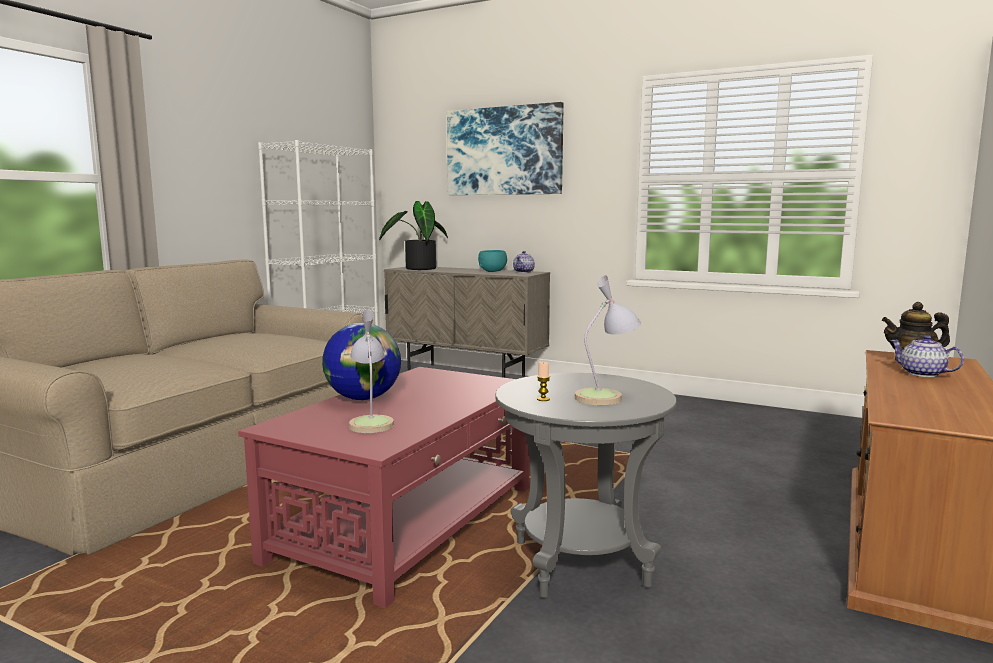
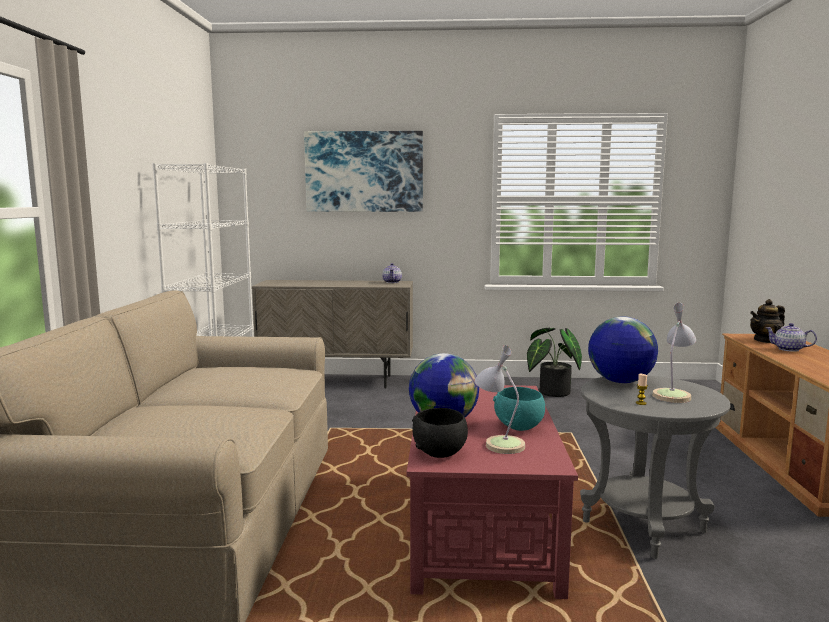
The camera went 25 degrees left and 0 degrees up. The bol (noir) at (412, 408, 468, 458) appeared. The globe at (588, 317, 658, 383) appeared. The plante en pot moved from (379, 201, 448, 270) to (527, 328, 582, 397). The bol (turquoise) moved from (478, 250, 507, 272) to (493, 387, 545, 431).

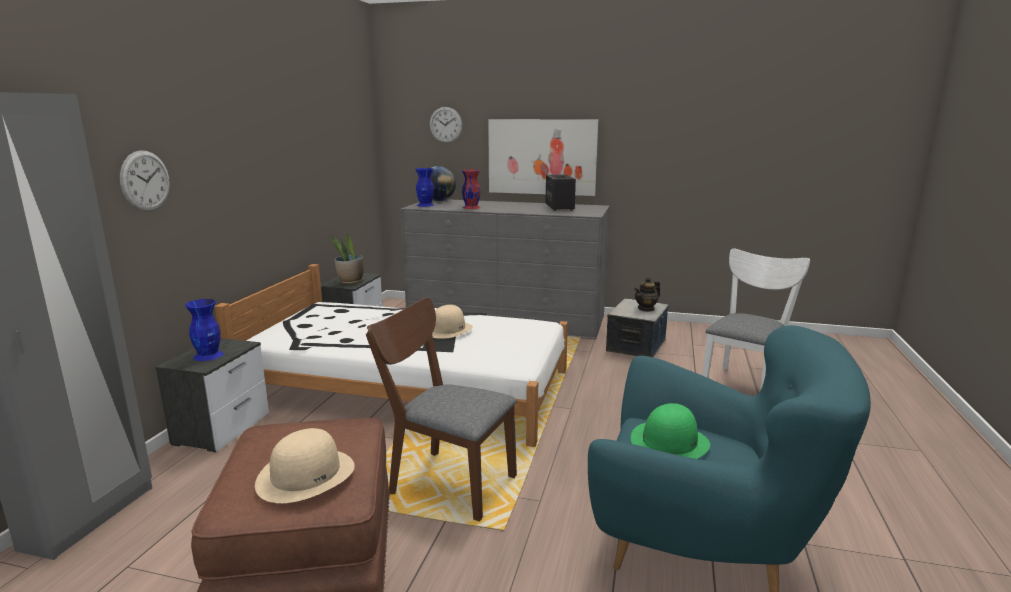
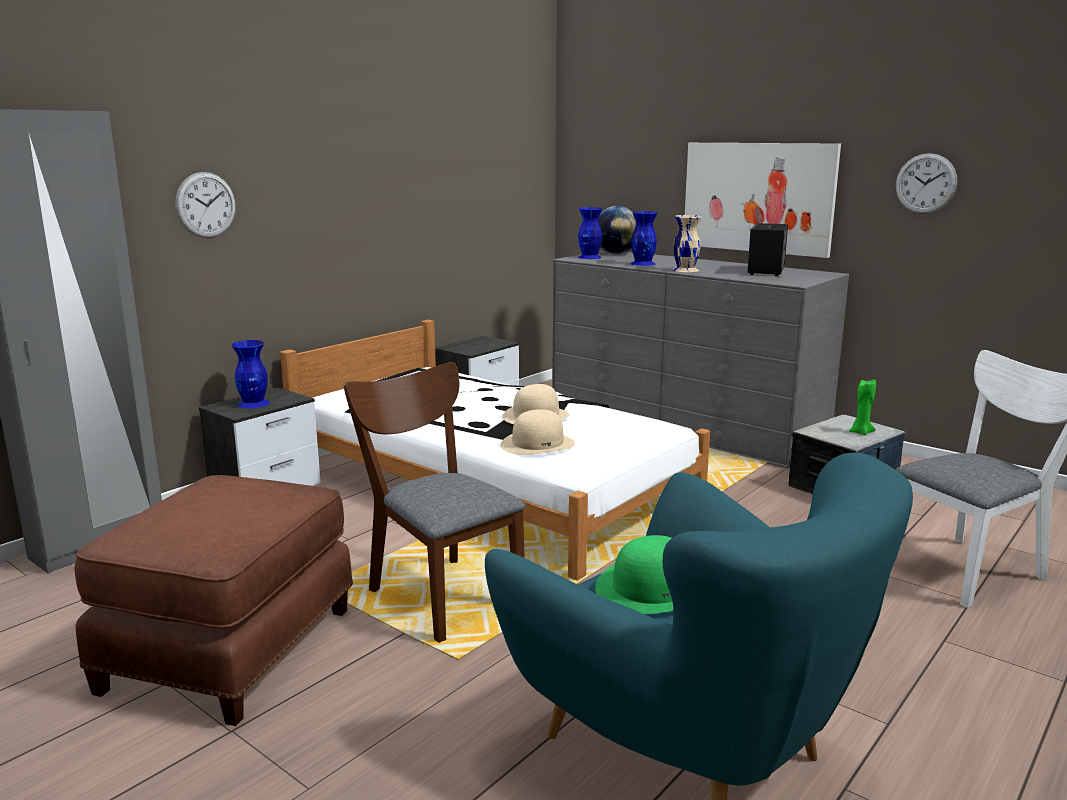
The camera went 25 degrees right and 0 degrees up. The plante en pot at (332, 233, 364, 284) disappeared. The vase (beige) at (673, 215, 702, 272) appeared. The chapeau (beige) moved from (255, 428, 355, 503) to (501, 409, 575, 455). The horloge murale moved from (429, 107, 462, 143) to (896, 153, 957, 214). The théière at (634, 277, 660, 312) was replaced by the bougie (vert) at (849, 379, 876, 435). The vase (rouge) at (462, 169, 481, 209) became the vase (bleu) at (631, 211, 658, 266).

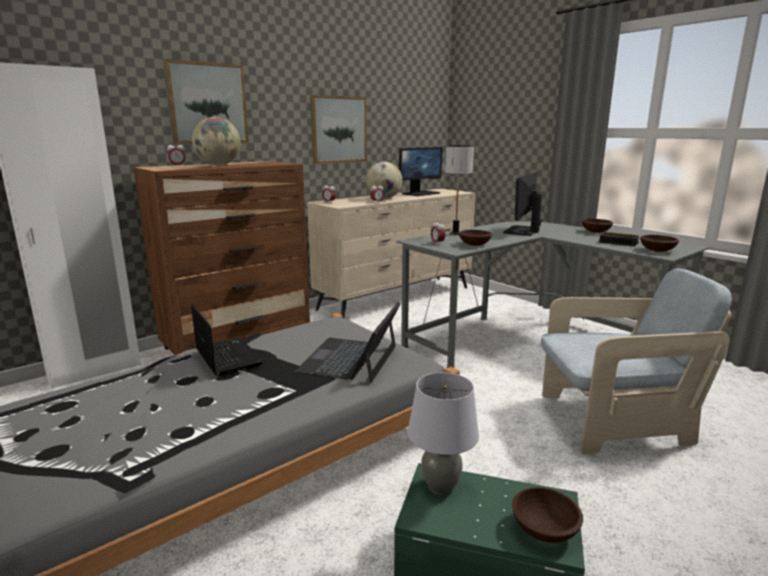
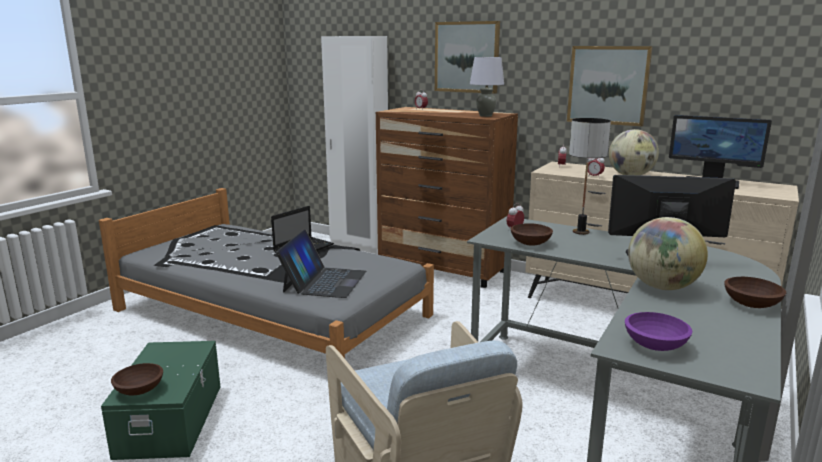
The camera went 70 degrees right and 0 degrees up. The réveil at (599, 232, 639, 246) disappeared. The globe moved from (192, 117, 241, 165) to (628, 217, 708, 290). The lampe de table (gris) moved from (408, 372, 479, 496) to (470, 57, 504, 117). The bol (marron) at (640, 235, 679, 252) became the bol (violet) at (625, 312, 692, 351). The ordinateur portable at (295, 302, 401, 383) turned 105 degrees clockwise.

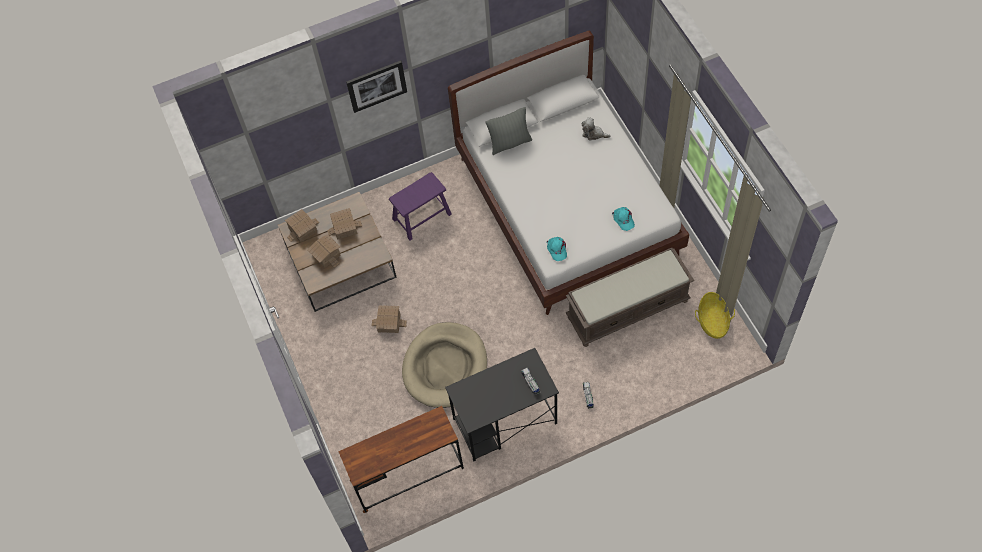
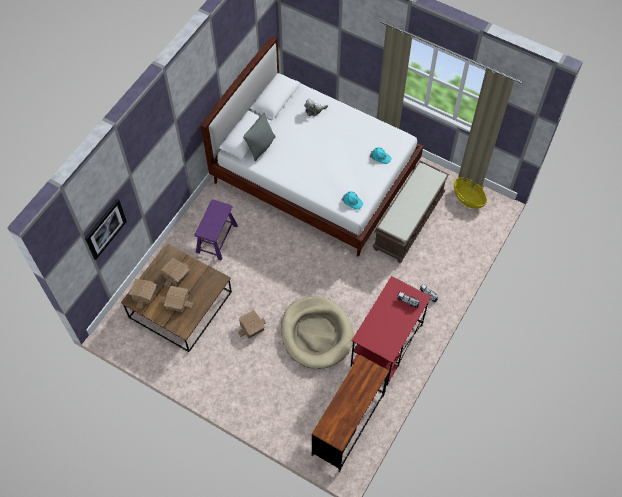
The camera went 40 degrees left and 0 degrees up. The tableau moved from (346, 60, 407, 113) to (85, 199, 127, 260). The bureau (noir) at (445, 348, 559, 462) became the bureau (rouge) at (351, 276, 431, 386).

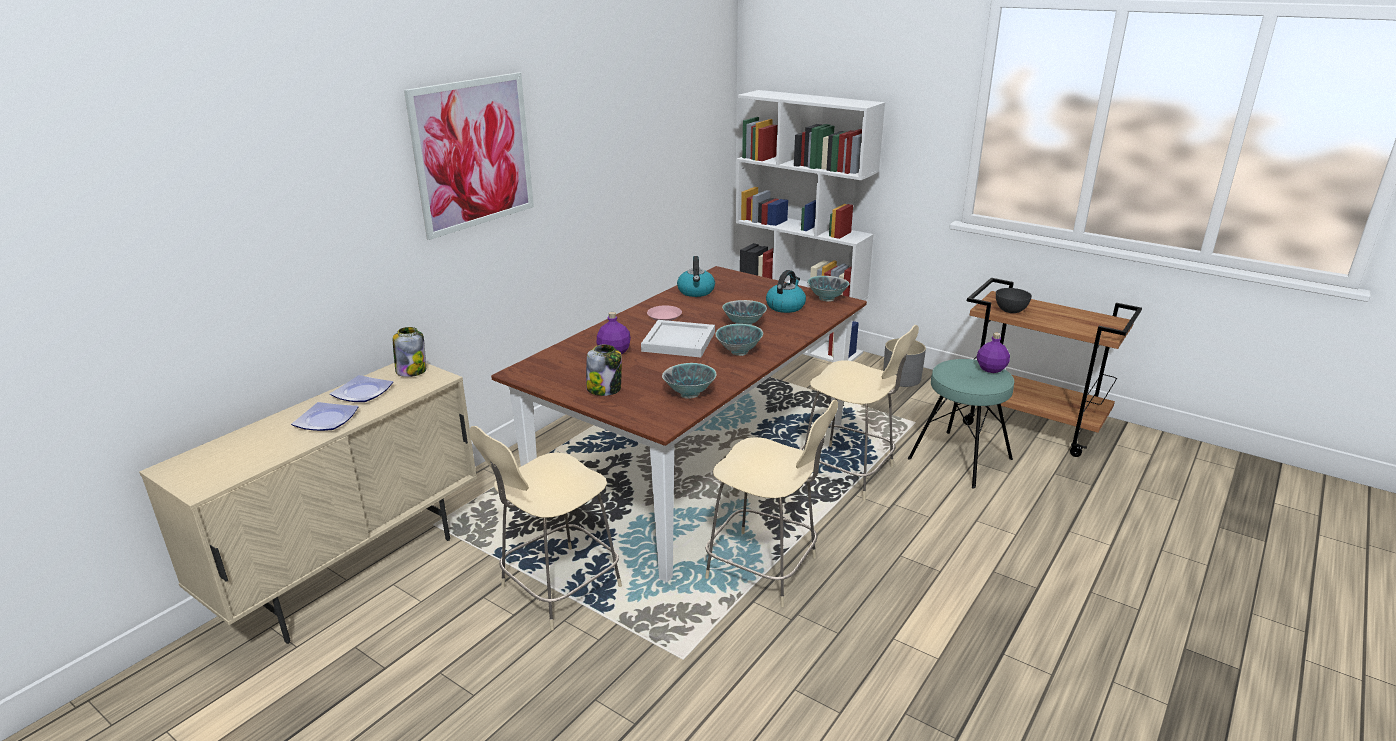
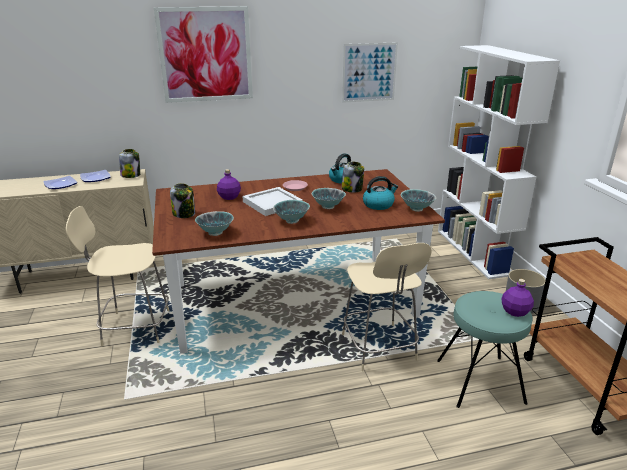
The camera went 40 degrees right and 0 degrees up. The chaise (beige) at (705, 400, 838, 607) disappeared. The bol (gris) at (996, 288, 1032, 313) disappeared. The bocal at (341, 162, 364, 193) appeared. The tableau at (342, 42, 398, 103) appeared.

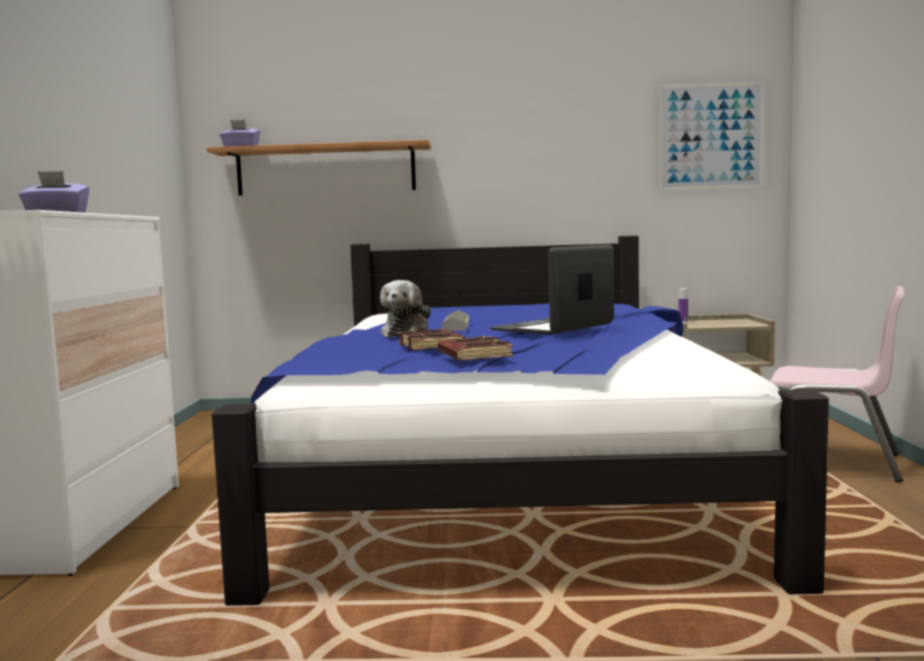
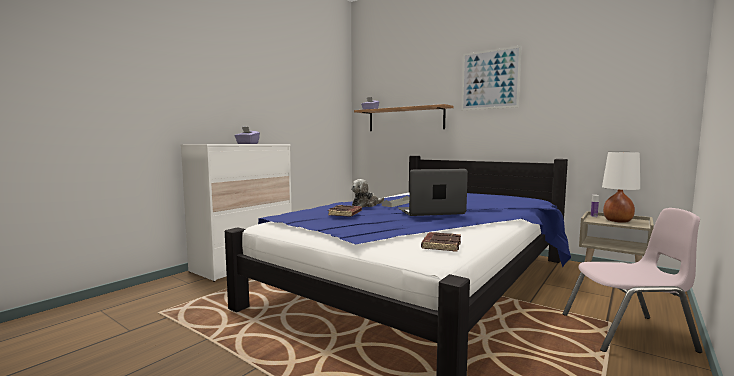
The camera went 35 degrees right and 0 degrees up. The lampe de table (blanc) at (602, 152, 640, 223) appeared. The livre (marron) moved from (438, 336, 514, 361) to (421, 232, 461, 252). The tableau moved from (659, 81, 765, 191) to (461, 45, 522, 110). The chaise (rose) at (770, 286, 904, 482) turned 60 degrees counterclockwise.

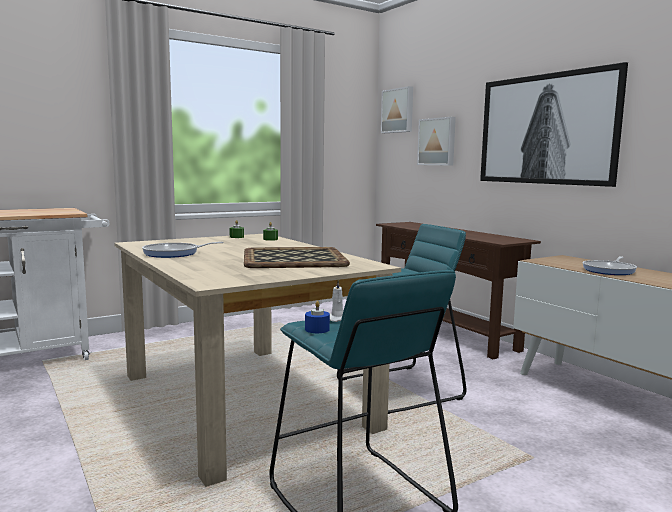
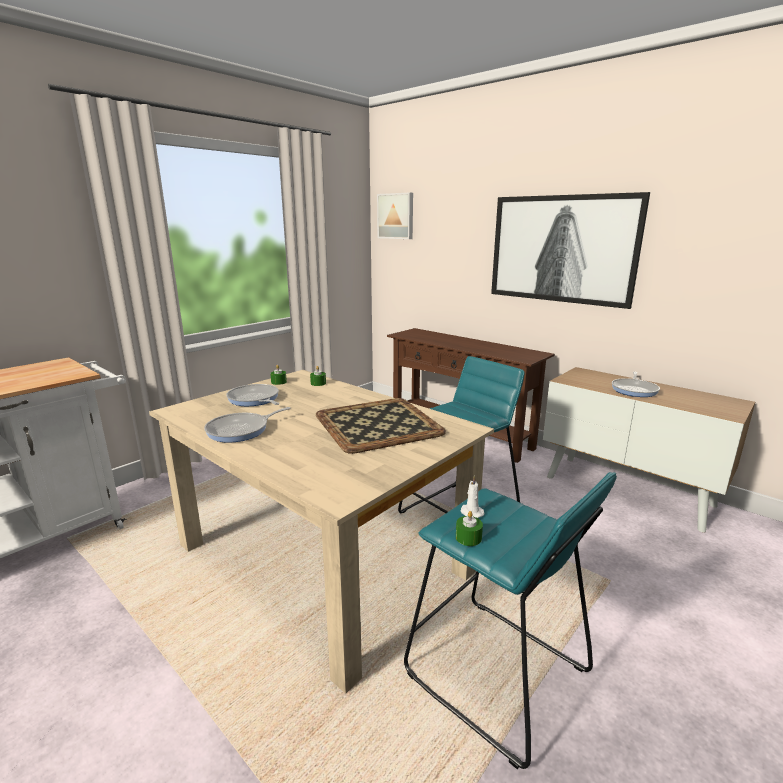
The camera went 15 degrees left and 10 degrees up. The tableau at (417, 117, 456, 166) disappeared. The poêle at (226, 384, 279, 406) appeared. The bougie (bleu) at (305, 301, 330, 333) became the bougie (vert) at (456, 511, 483, 546).

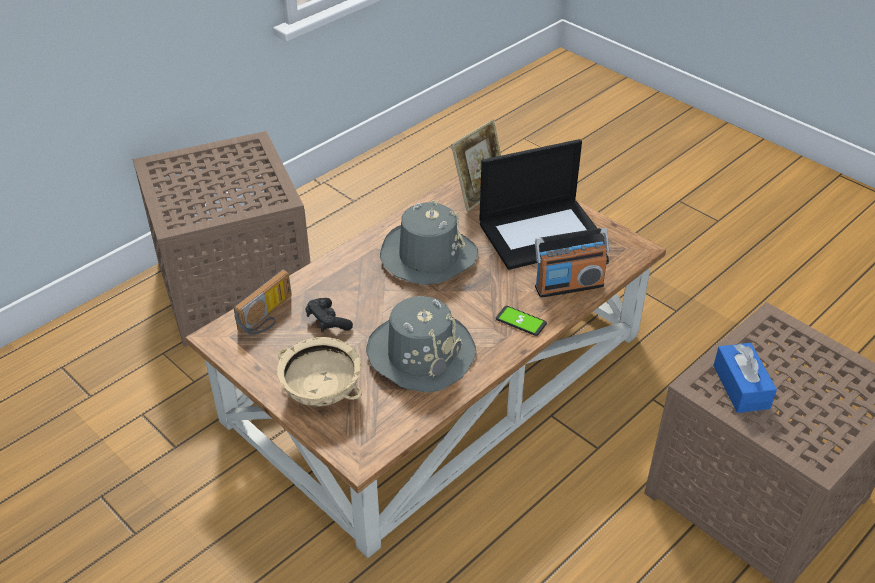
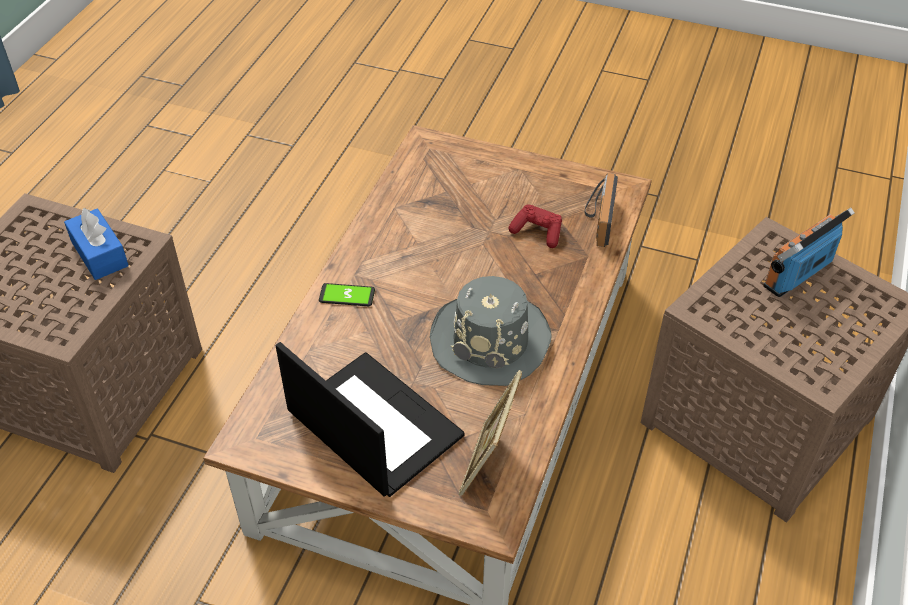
The camera went 155 degrees right and 5 degrees up. The bol (beige) at (277, 337, 362, 407) disappeared. The chapeau (gris) at (366, 296, 476, 393) disappeared. The radio moved from (535, 228, 609, 298) to (763, 208, 855, 297). The manette (noir) at (306, 298, 353, 332) became the manette (rouge) at (509, 205, 562, 248). The ordinateur portable at (479, 139, 605, 270) turned 90 degrees clockwise.

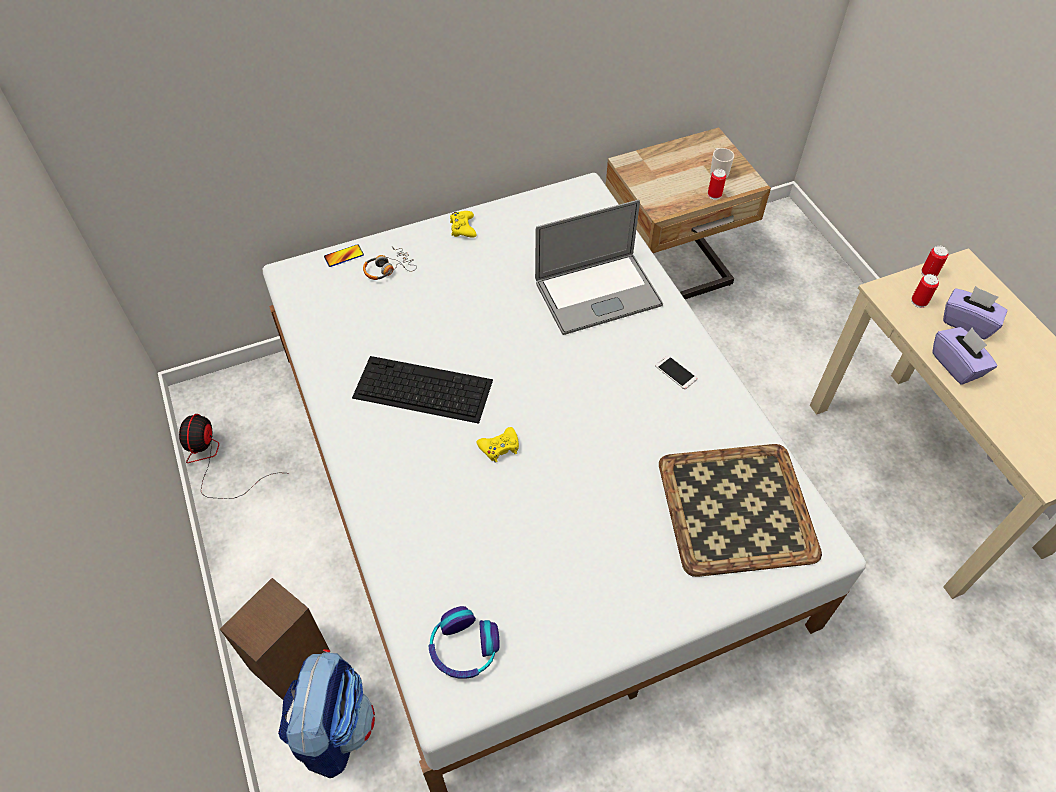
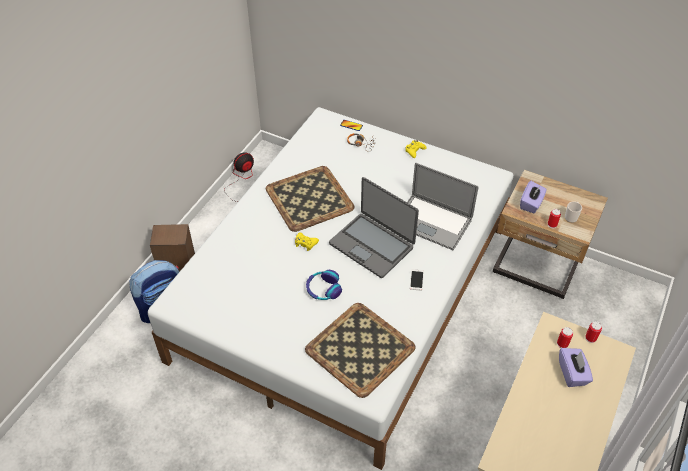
The camera went 50 degrees right and 5 degrees down. The ordinateur portable at (329, 177, 419, 278) appeared. The casque audio moved from (429, 606, 500, 679) to (306, 270, 342, 300). The boîte à mouchoirs (violet) moved from (932, 327, 997, 385) to (520, 181, 547, 213). The clavier at (352, 356, 493, 424) was replaced by the plateau at (266, 166, 355, 232).

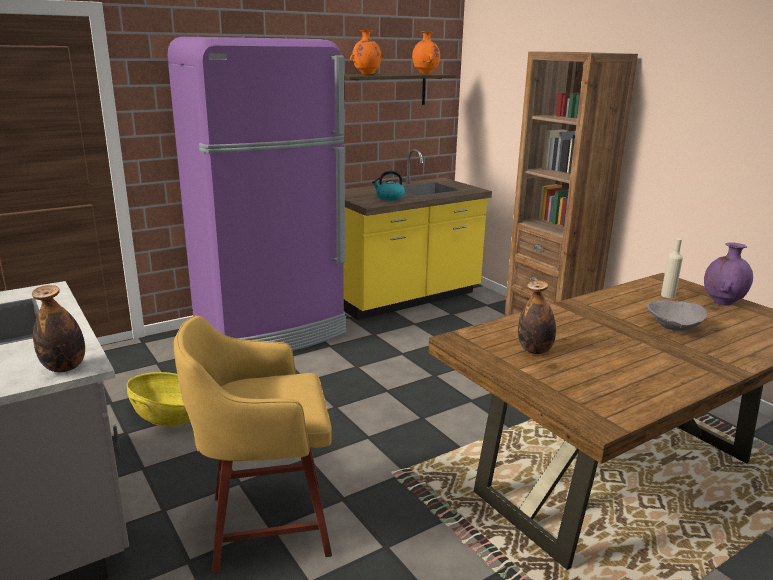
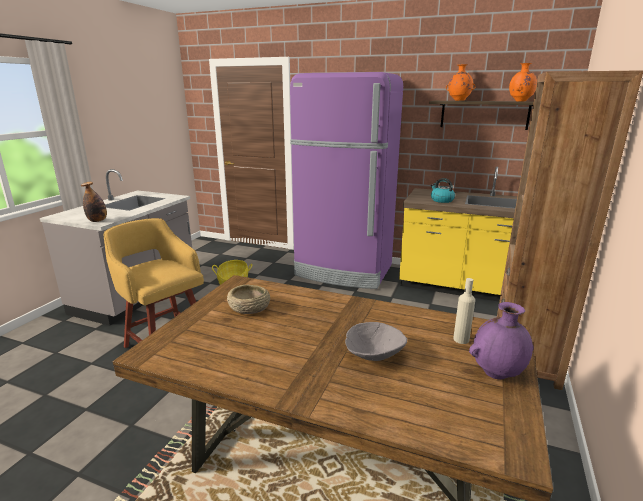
The camera went 55 degrees right and 0 degrees up. The bouteille at (518, 280, 556, 354) was replaced by the bol (beige) at (227, 285, 270, 314).

